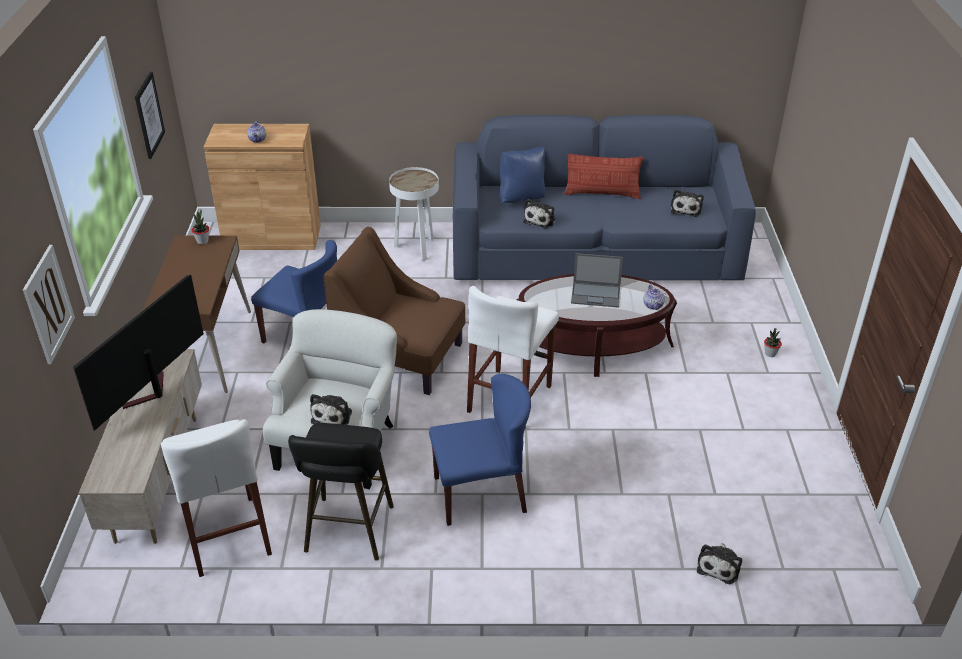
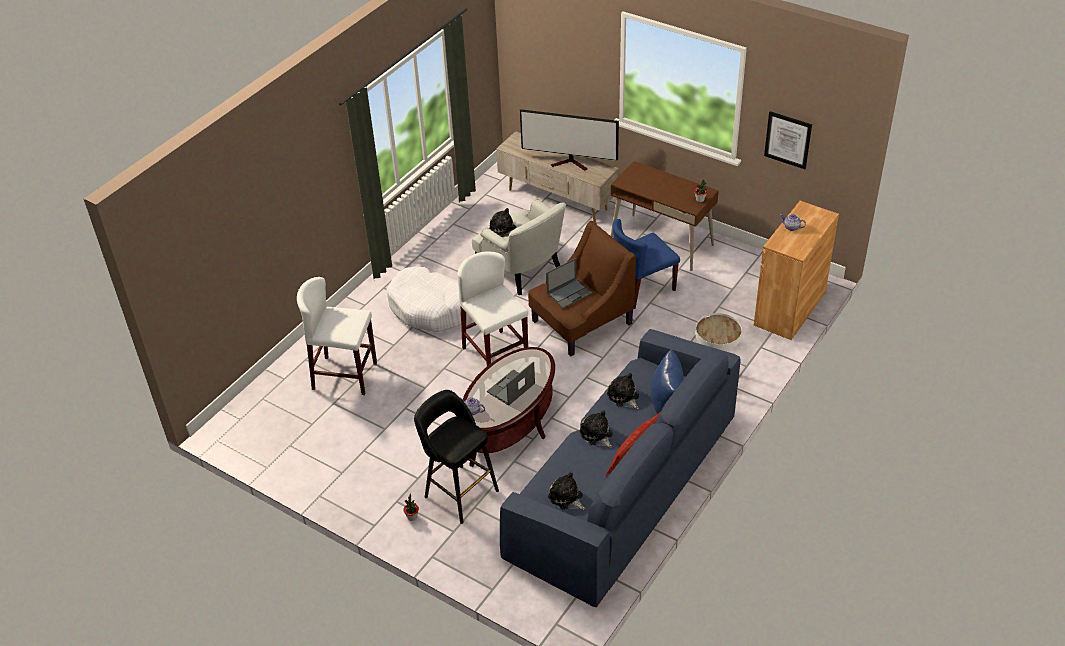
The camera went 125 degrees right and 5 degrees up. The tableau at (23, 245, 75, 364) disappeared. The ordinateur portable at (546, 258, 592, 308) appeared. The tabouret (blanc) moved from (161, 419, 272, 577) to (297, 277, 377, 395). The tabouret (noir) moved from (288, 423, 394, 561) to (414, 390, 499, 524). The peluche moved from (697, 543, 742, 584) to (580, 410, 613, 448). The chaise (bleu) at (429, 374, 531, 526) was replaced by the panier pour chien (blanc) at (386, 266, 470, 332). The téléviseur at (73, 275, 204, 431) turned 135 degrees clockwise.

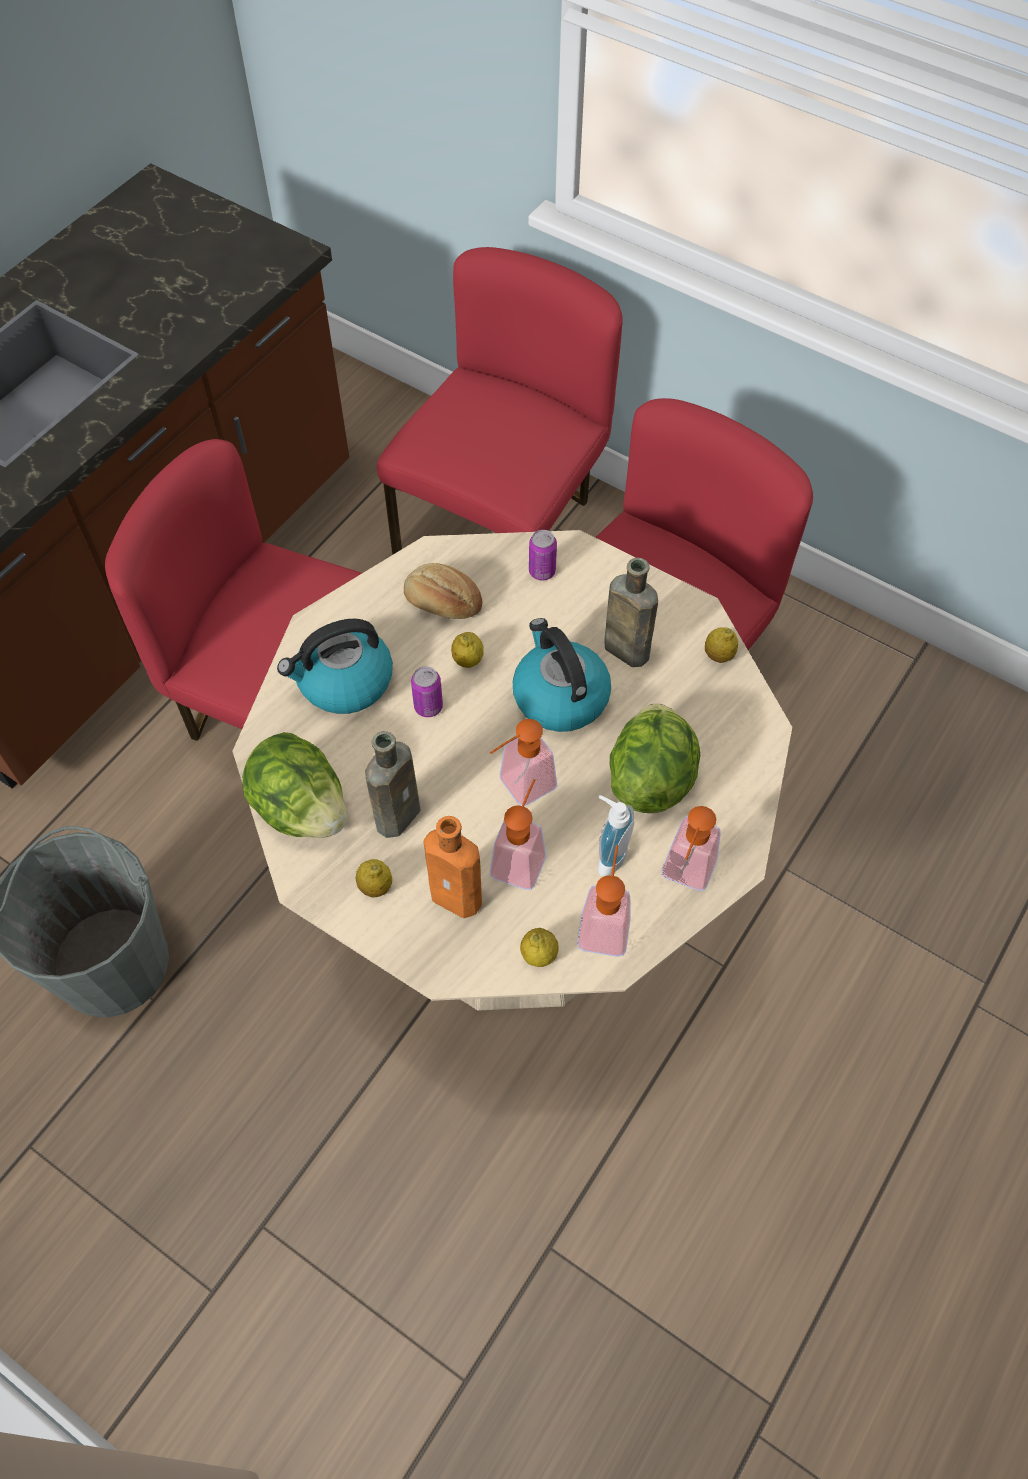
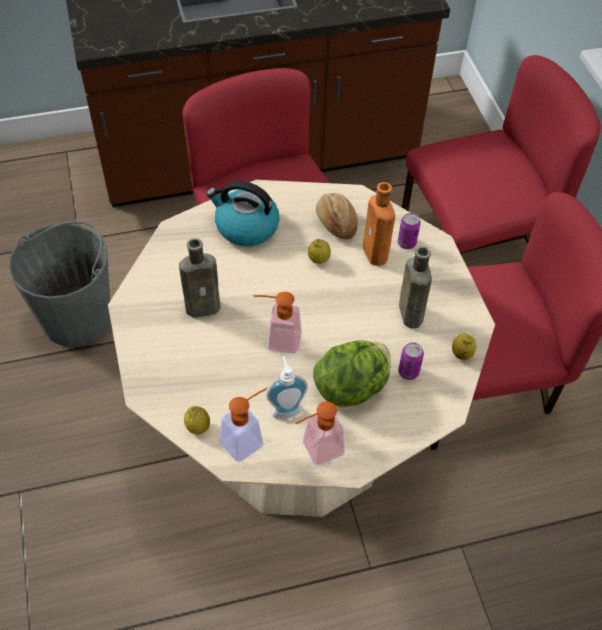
The camera went 40 degrees right and 5 degrees down. The laitue at (242, 732, 347, 838) disappeared. The citron at (356, 859, 392, 897) disappeared. The distributeur de savon at (490, 779, 546, 890) disappeared. The bouilloire at (513, 618, 611, 732) disappeared. The boîte métallique moved from (411, 666, 443, 717) to (398, 342, 424, 380). The bouteille (orange) moved from (424, 816, 482, 918) to (363, 182, 395, 266).

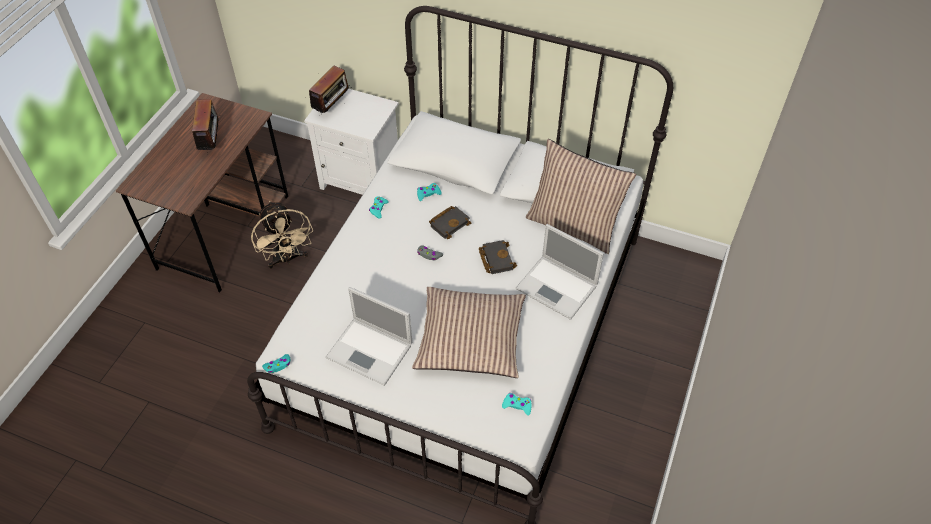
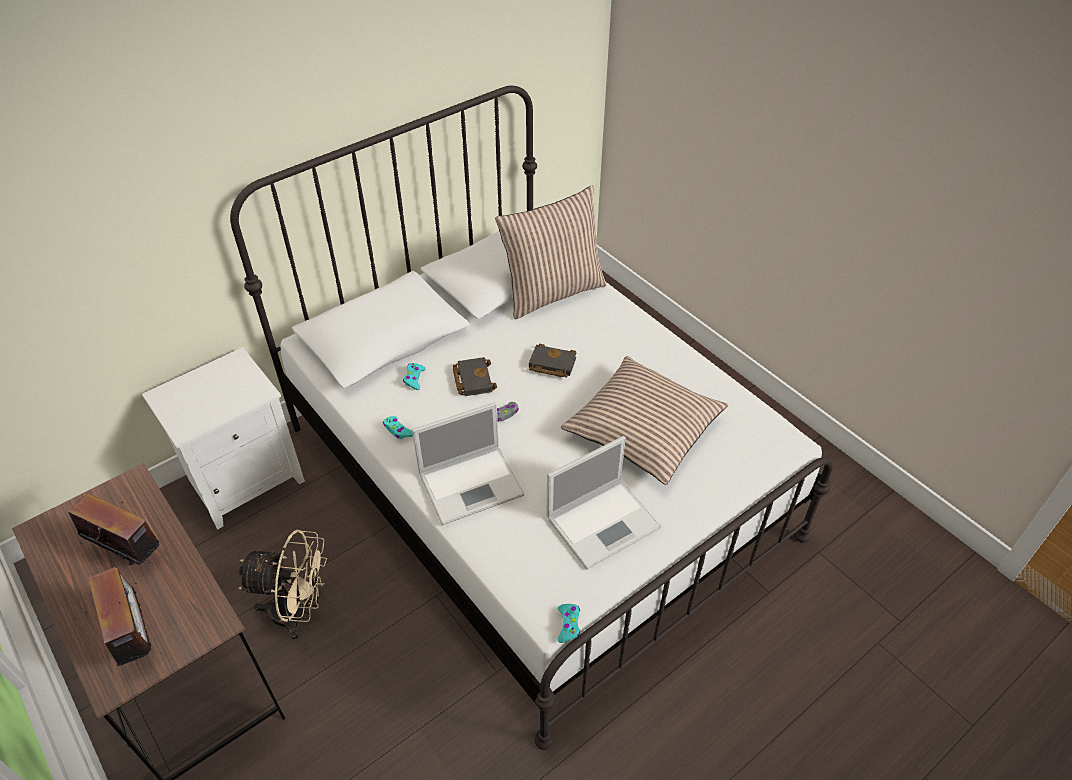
The camera went 60 degrees left and 5 degrees down. The manette (turquoise) at (502, 393, 532, 415) disappeared. The radio moved from (309, 65, 350, 116) to (86, 567, 161, 666). The ordinateur portable moved from (516, 224, 604, 320) to (412, 402, 524, 525).

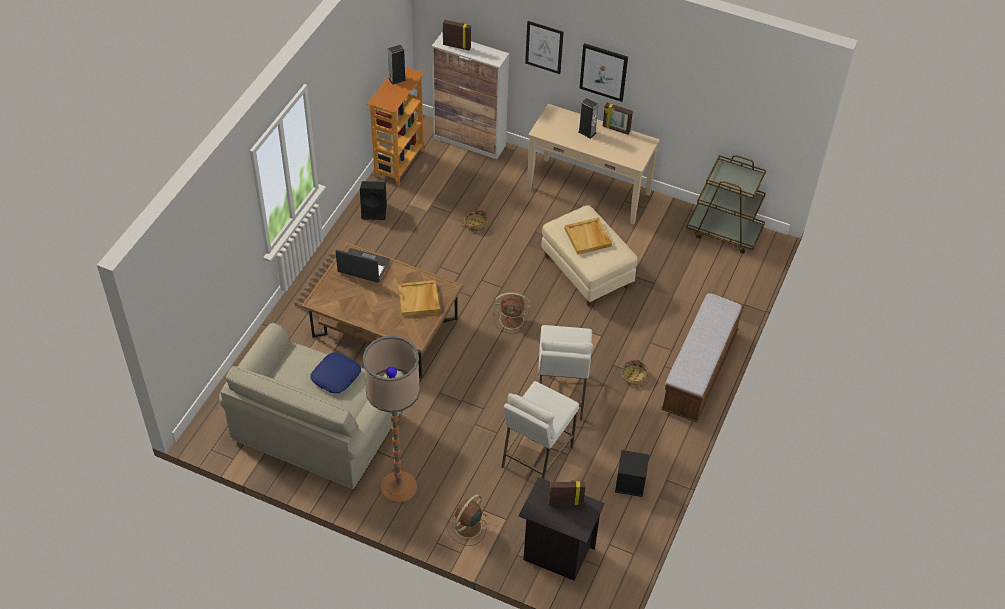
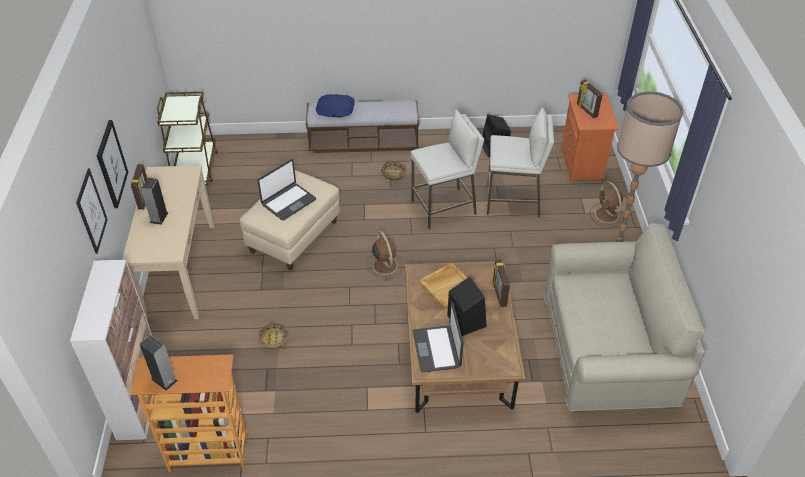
The camera went 115 degrees left and 5 degrees down. The coussin (bleu) moved from (310, 353, 361, 393) to (316, 94, 355, 117). The enceinte (noir) moved from (360, 181, 387, 220) to (447, 277, 487, 336). The cadre photo moved from (443, 20, 471, 51) to (493, 259, 510, 307). The plateau (beige) at (565, 218, 612, 255) was replaced by the ordinateur portable at (257, 159, 316, 220). The table de chevet (noir) at (518, 477, 605, 581) became the table de chevet (orange) at (561, 94, 619, 183). The ventilateur (marron) at (448, 494, 487, 546) turned 60 degrees clockwise.

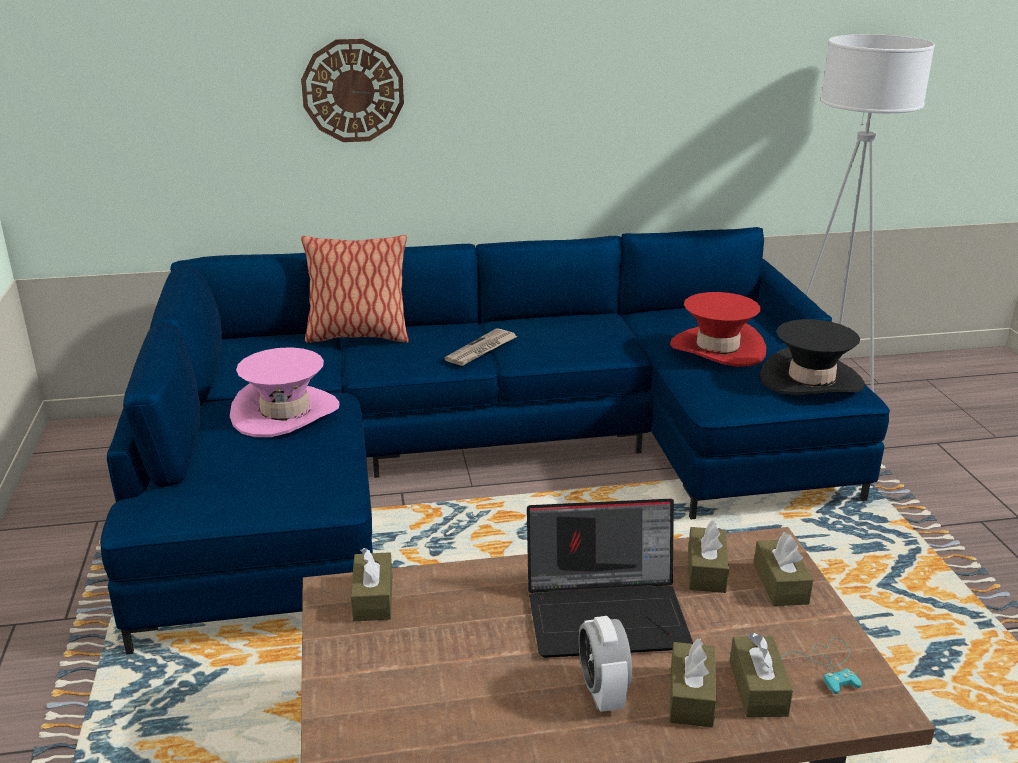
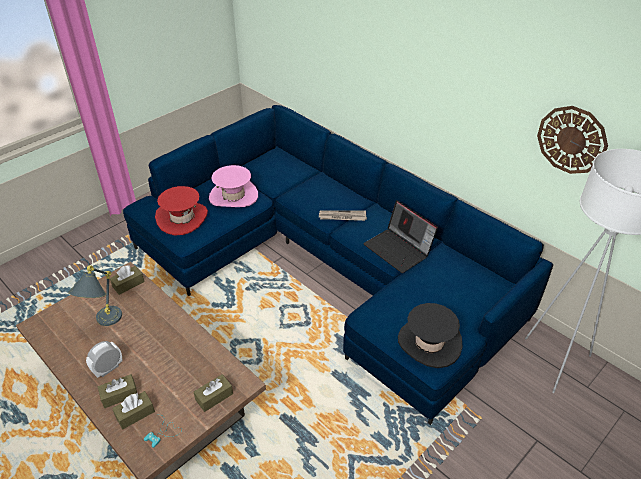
The camera went 55 degrees right and 15 degrees up. The coussin at (301, 235, 409, 343) disappeared. The boîte à mouchoirs (marron) at (688, 521, 729, 593) disappeared. The lampe de table (gris) at (68, 265, 122, 326) appeared. The horloge murale moved from (301, 39, 404, 142) to (537, 106, 608, 174). The ordinateur portable moved from (527, 499, 693, 658) to (364, 200, 438, 273). The chapeau (rouge) moved from (670, 292, 766, 367) to (155, 186, 208, 236).

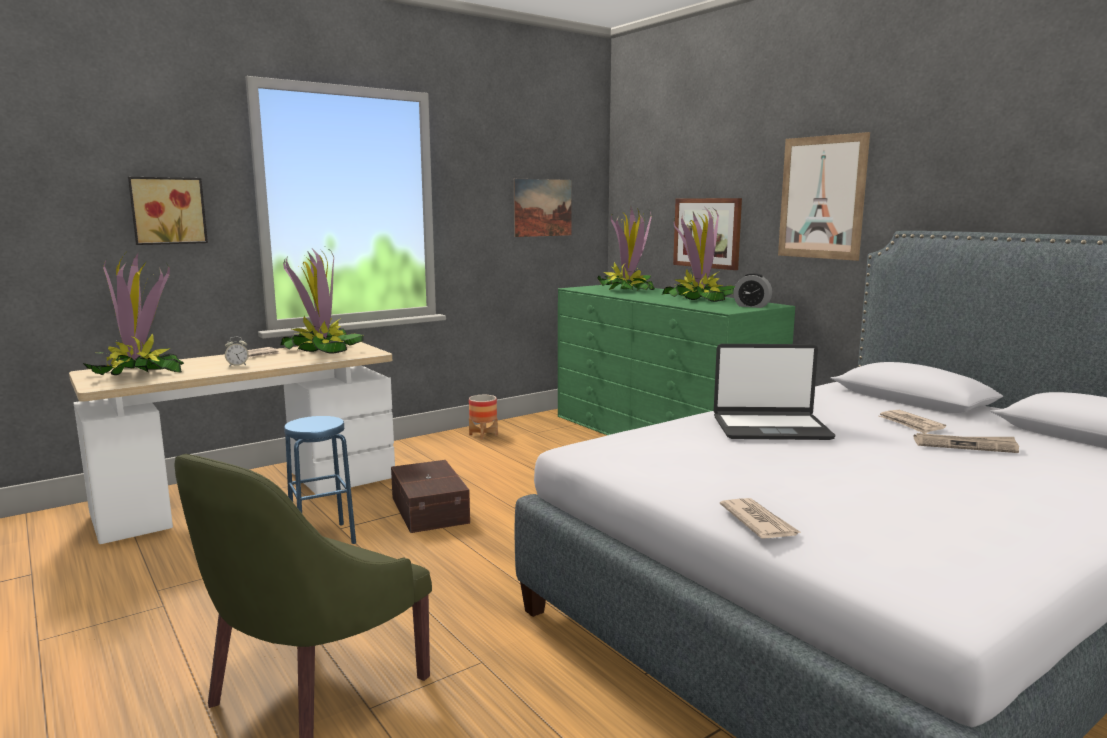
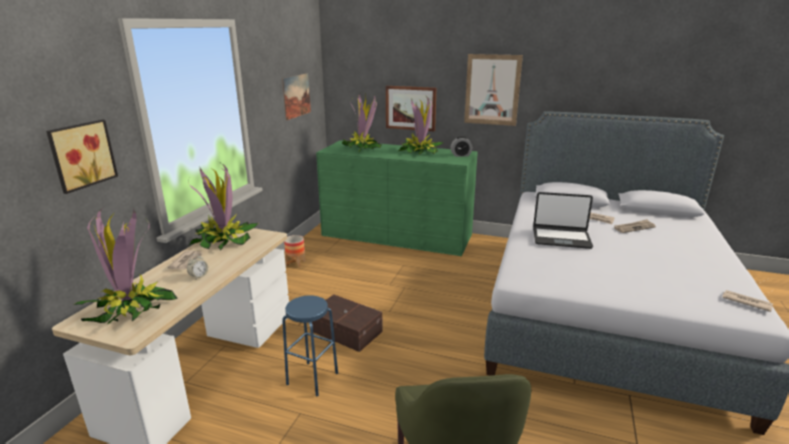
The camera went 35 degrees left and 10 degrees up. The journal moved from (720, 498, 802, 539) to (723, 290, 773, 312). The ordinateur portable at (714, 344, 835, 440) turned 45 degrees clockwise.

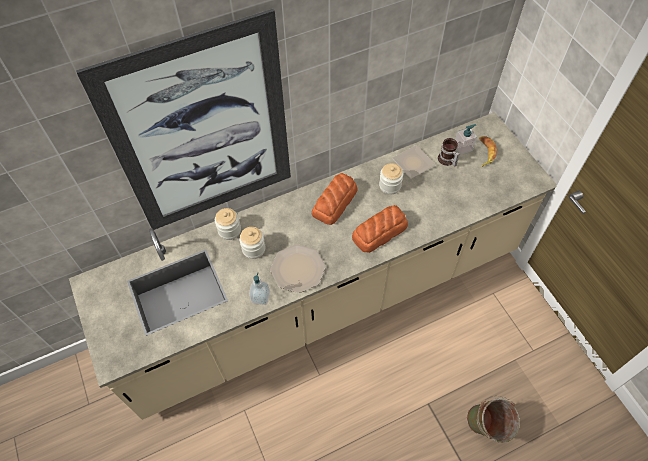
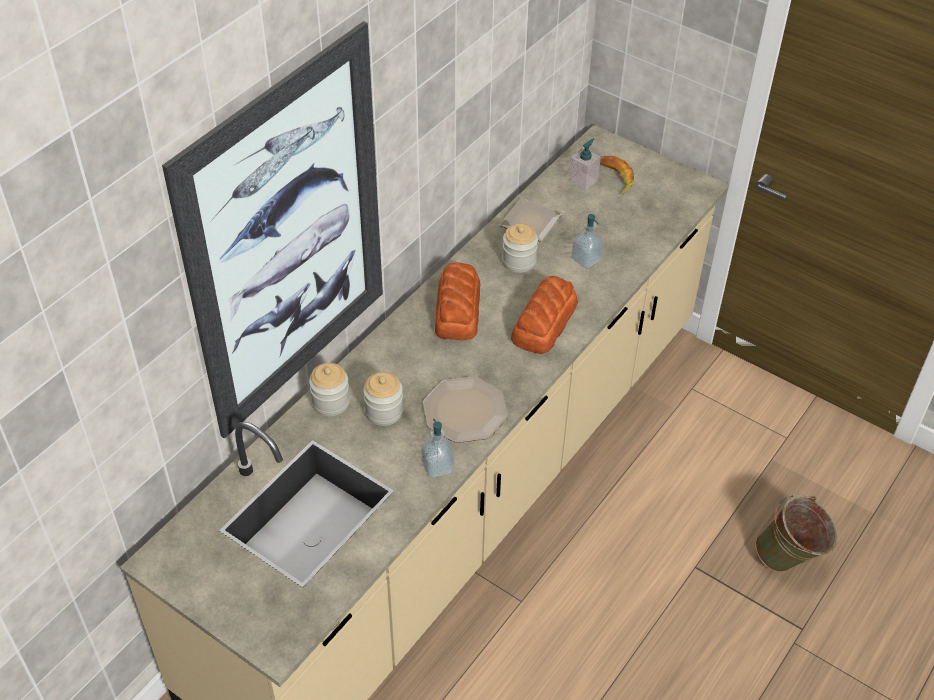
The camera went 30 degrees left and 10 degrees down. The mug at (438, 138, 460, 166) disappeared. The distributeur de savon at (572, 214, 604, 268) appeared.

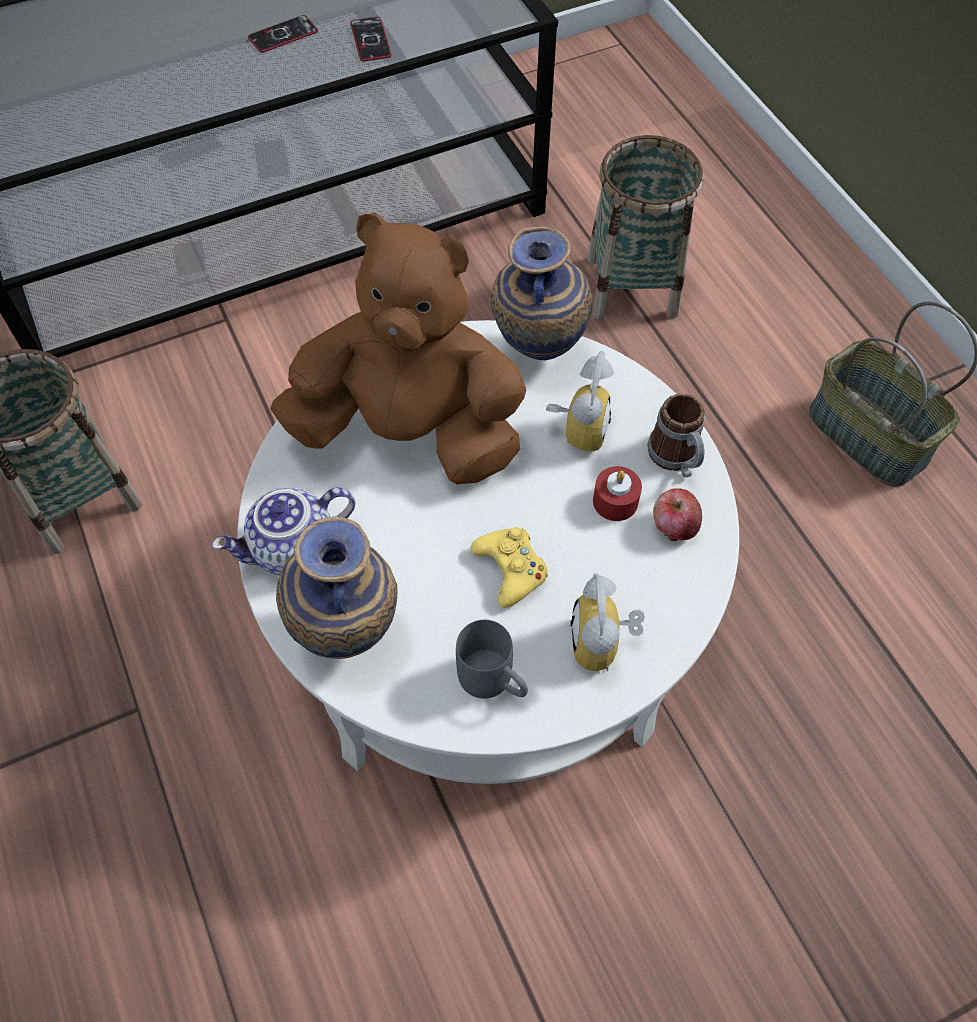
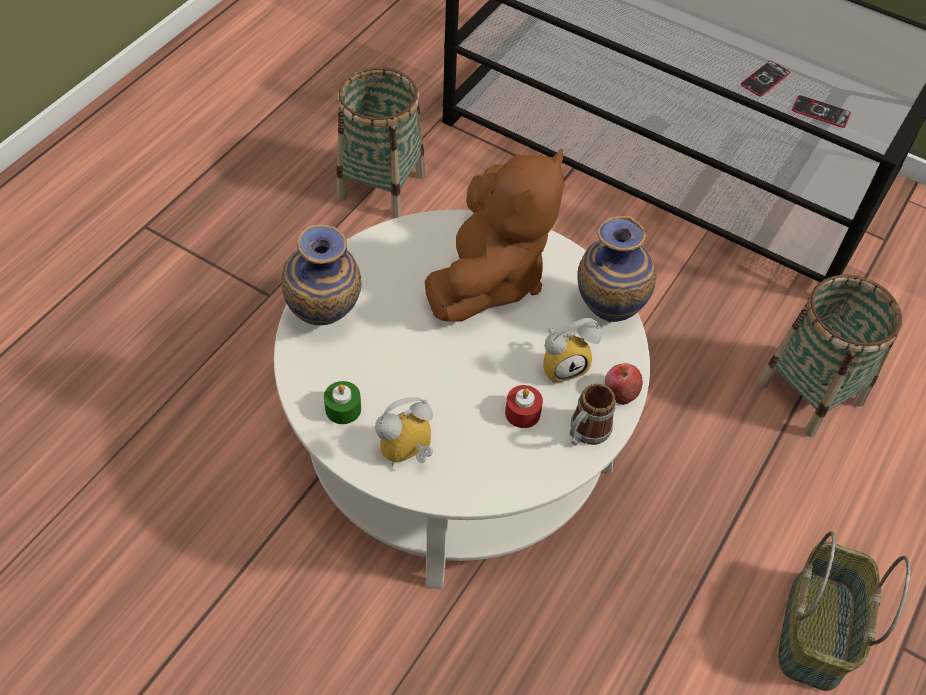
The camera went 55 degrees right and 5 degrees down. The théière at (211, 487, 355, 576) disappeared. The manette (jaune) at (470, 527, 548, 608) disappeared. The téléphone moved from (248, 15, 318, 53) to (792, 95, 851, 128). The pomme moved from (653, 488, 702, 541) to (605, 363, 643, 405). The mug (gris) at (456, 620, 528, 698) was replaced by the bougie (vert) at (324, 381, 361, 424). The peluche (marron) at (270, 213, 526, 484) turned 45 degrees clockwise.

